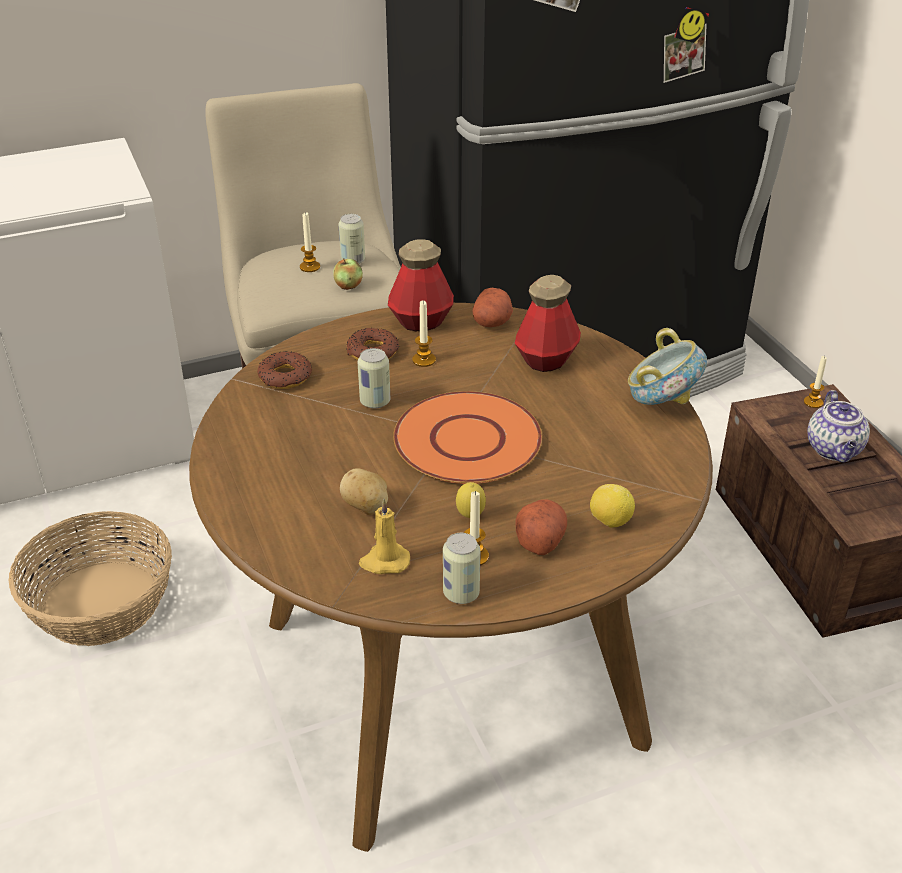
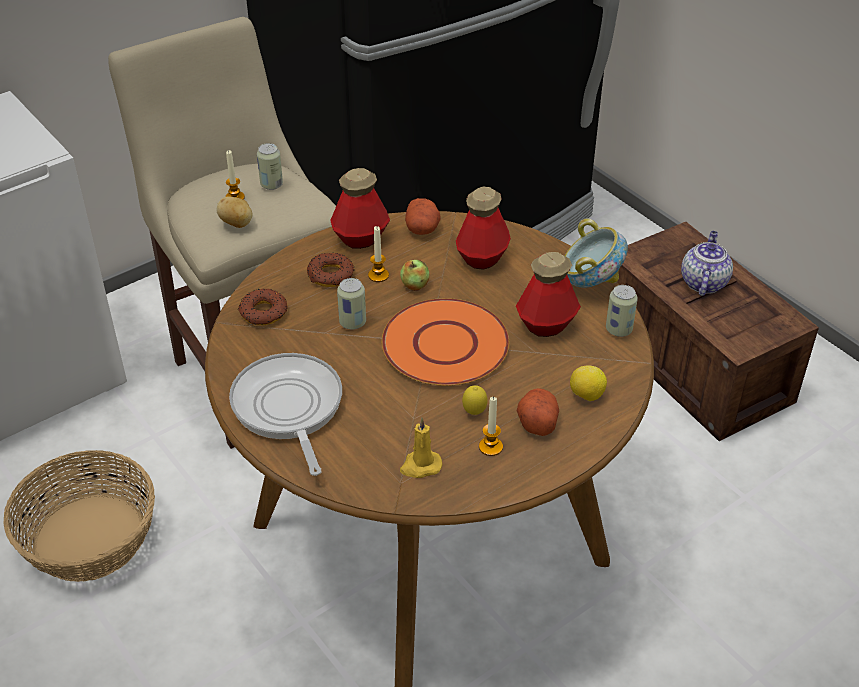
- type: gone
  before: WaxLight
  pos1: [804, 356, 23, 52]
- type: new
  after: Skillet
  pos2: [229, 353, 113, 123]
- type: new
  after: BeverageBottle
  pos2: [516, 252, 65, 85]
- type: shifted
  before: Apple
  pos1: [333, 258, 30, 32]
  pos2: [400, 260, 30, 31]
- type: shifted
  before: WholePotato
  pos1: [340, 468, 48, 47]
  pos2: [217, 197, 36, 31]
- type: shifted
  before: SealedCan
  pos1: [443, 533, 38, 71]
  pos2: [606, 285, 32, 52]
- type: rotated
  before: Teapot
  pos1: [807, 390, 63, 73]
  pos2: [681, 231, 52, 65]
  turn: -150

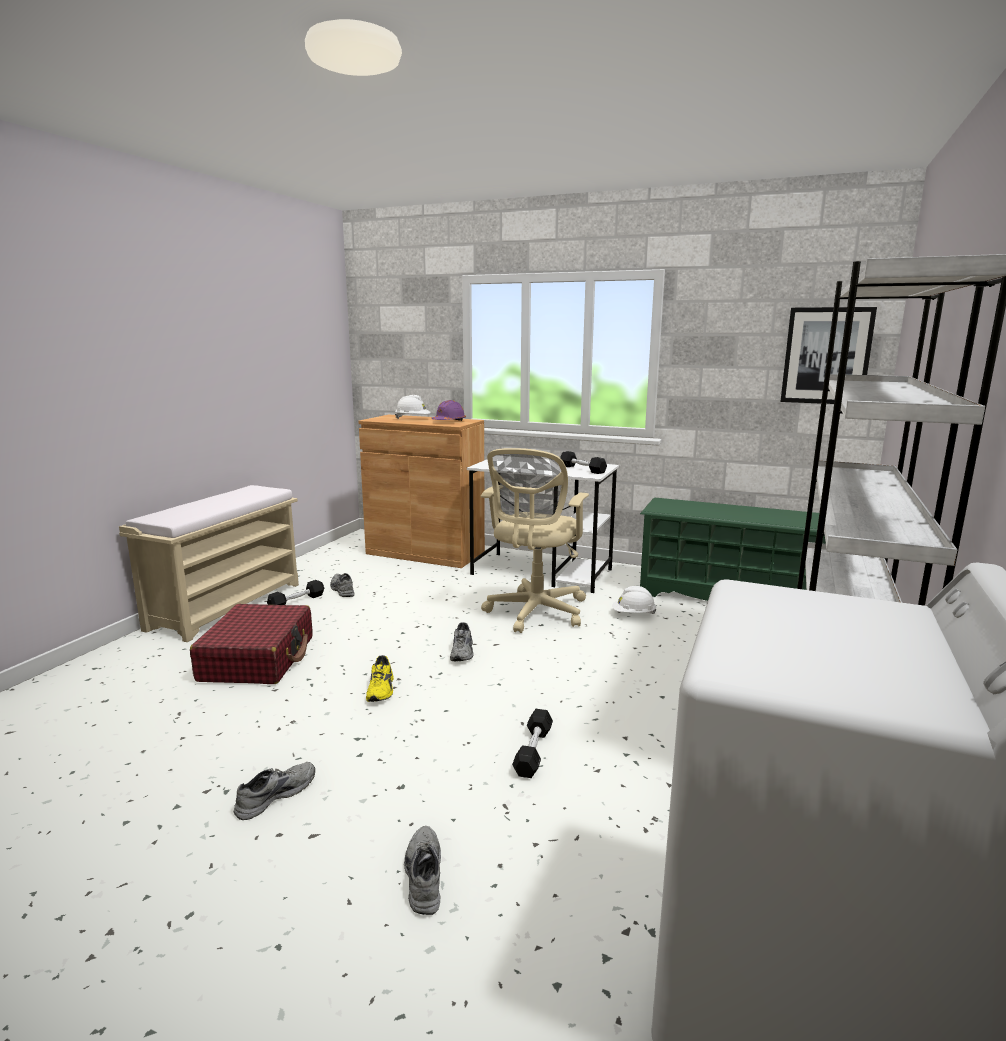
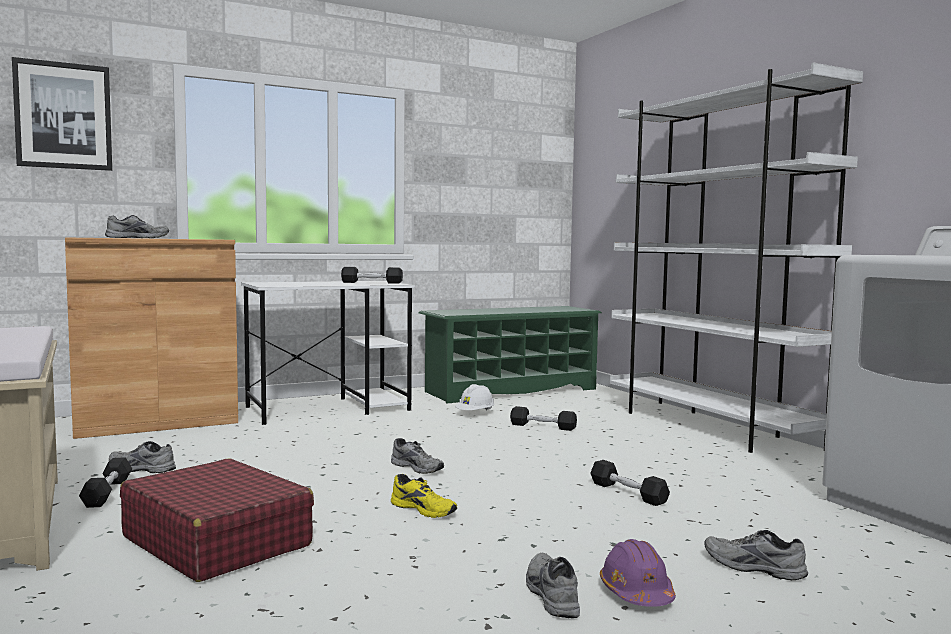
- type: gone
  before: BeigeComputerChair
  pos1: [481, 448, 108, 185]
- type: new
  after: BlackDumbbell
  pos2: [510, 406, 67, 25]
- type: shifted
  before: PurplishWorkHelmet
  pos1: [431, 400, 35, 21]
  pos2: [600, 539, 76, 68]
- type: shifted
  before: Picture
  pos1: [780, 307, 97, 97]
  pos2: [12, 57, 100, 114]
- type: swapped
  before: WhiteWorkHelmet
  after: GreyItemOfFootwear
  pos1: [395, 395, 36, 24]
  pos2: [105, 215, 64, 23]

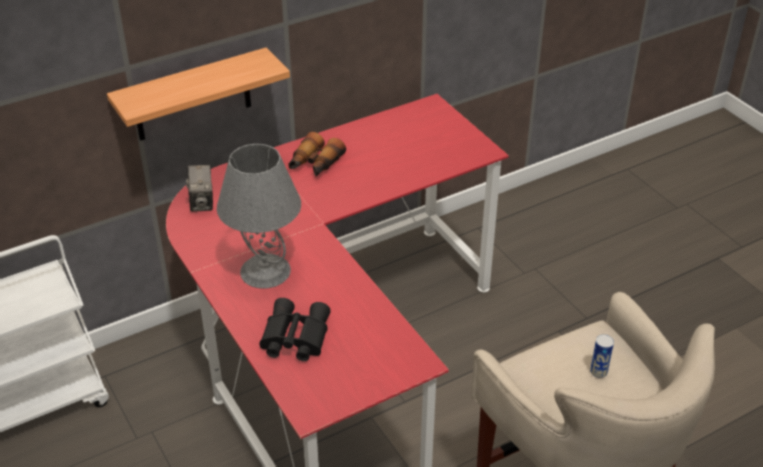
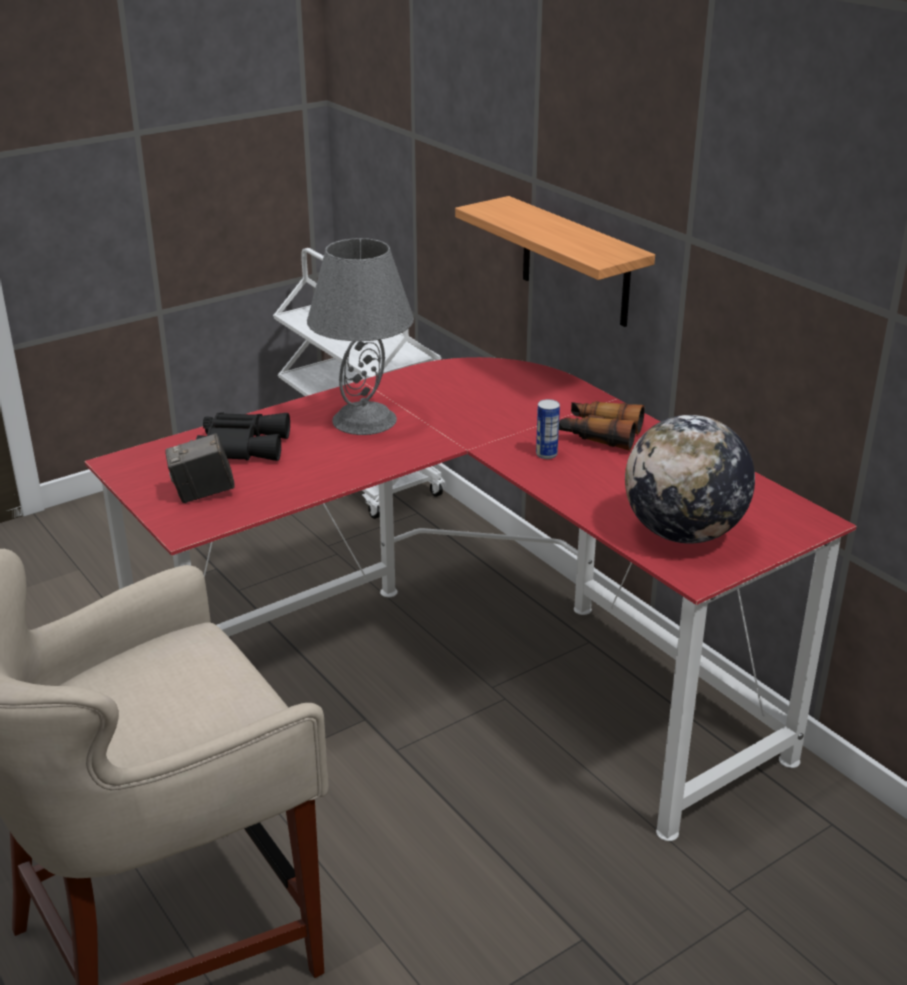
- type: new
  after: DeskGlobe
  pos2: [625, 415, 130, 129]
- type: shifted
  before: StillCamera
  pos1: [186, 165, 27, 47]
  pos2: [166, 433, 68, 70]
- type: shifted
  before: SealedCan
  pos1: [590, 334, 24, 44]
  pos2: [536, 399, 24, 60]

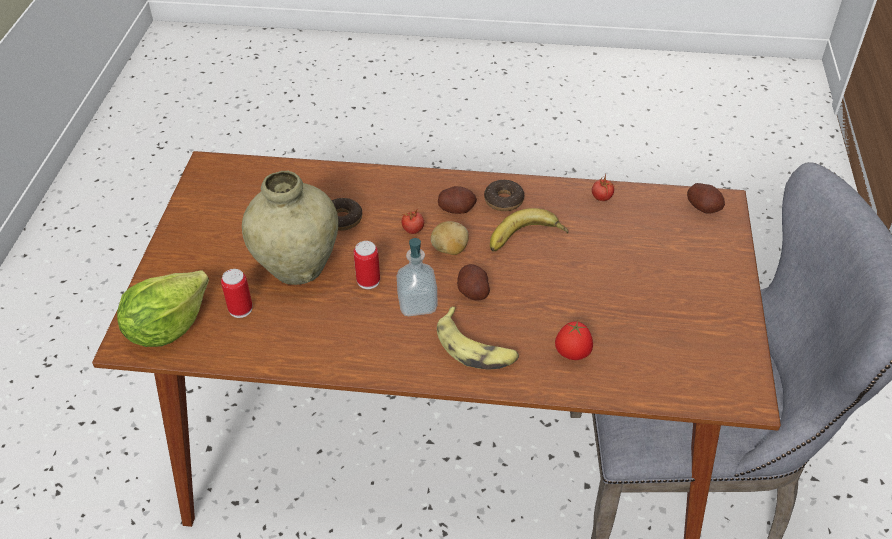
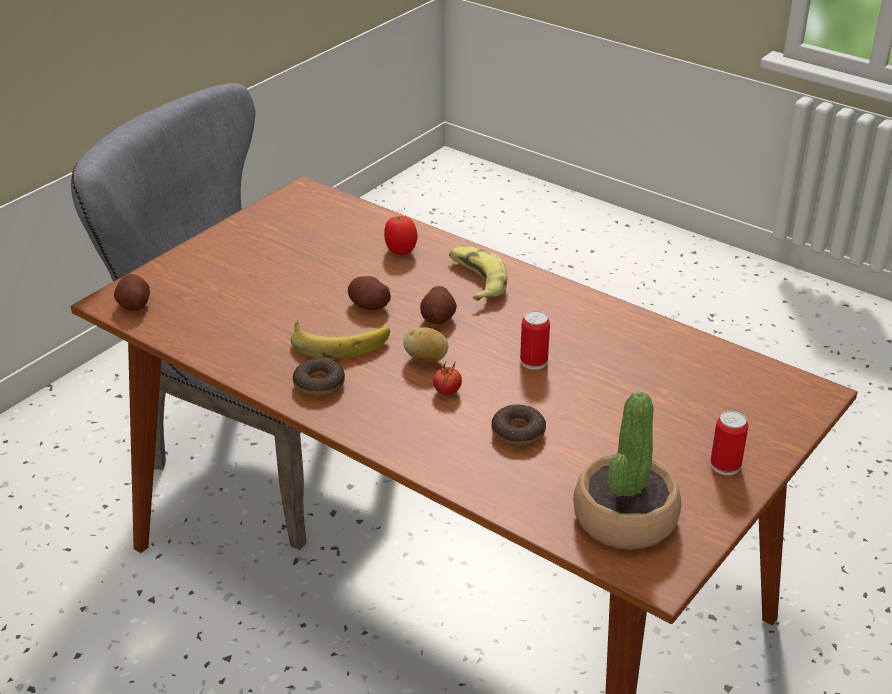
- type: gone
  before: HeadOfLettuce
  pos1: [117, 270, 92, 77]
- type: gone
  before: BeigeVase
  pos1: [242, 171, 96, 114]
- type: gone
  before: SoapBottle
  pos1: [397, 238, 41, 78]
- type: gone
  before: Tomato
  pos1: [592, 175, 23, 26]
- type: new
  after: PottedPlant
  pos2: [573, 392, 108, 158]
- type: shifted
  before: SealedCan
  pos1: [221, 269, 31, 49]
  pos2: [711, 411, 37, 64]
- type: shifted
  before: WholePotato
  pos1: [438, 186, 39, 28]
  pos2: [348, 276, 43, 34]

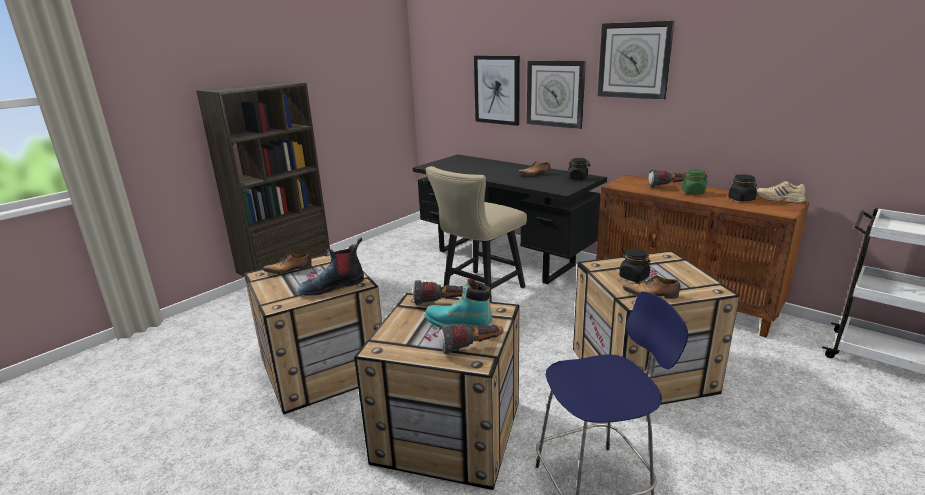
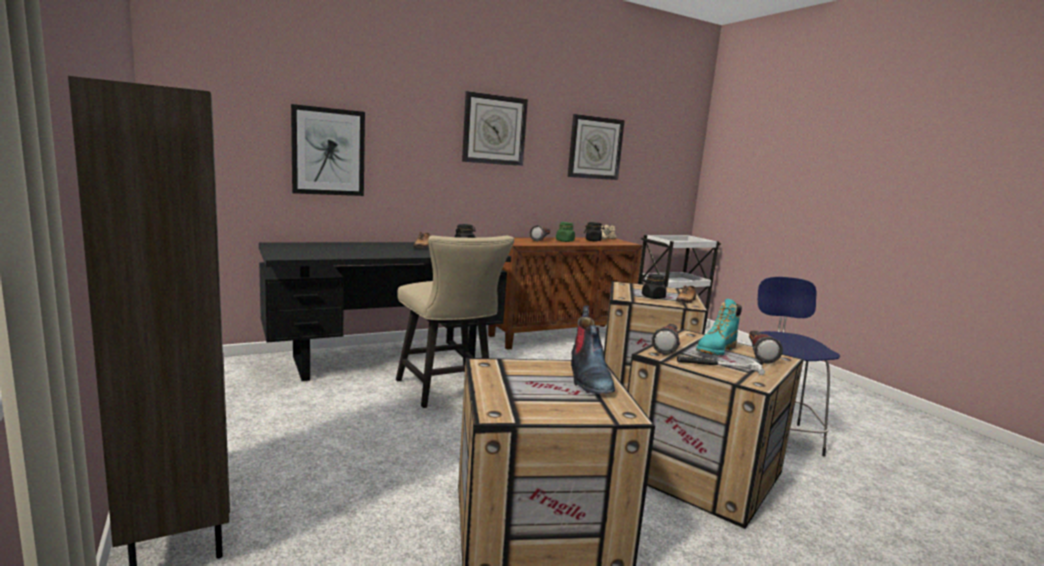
- type: gone
  before: ItemOfFootwear
  pos1: [263, 253, 49, 21]
- type: new
  after: Hammer
  pos2: [677, 356, 88, 19]
- type: shifted
  before: HangingClock
  pos1: [527, 60, 59, 69]
  pos2: [568, 114, 57, 66]

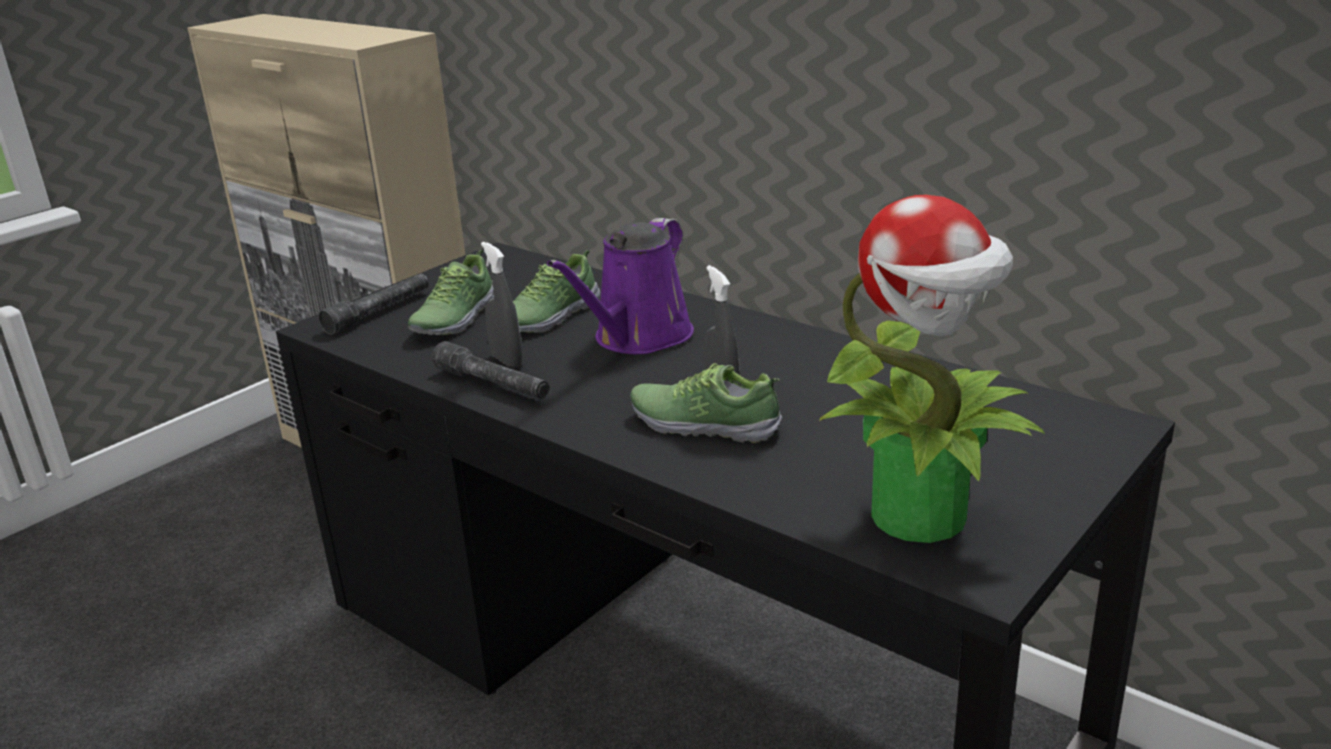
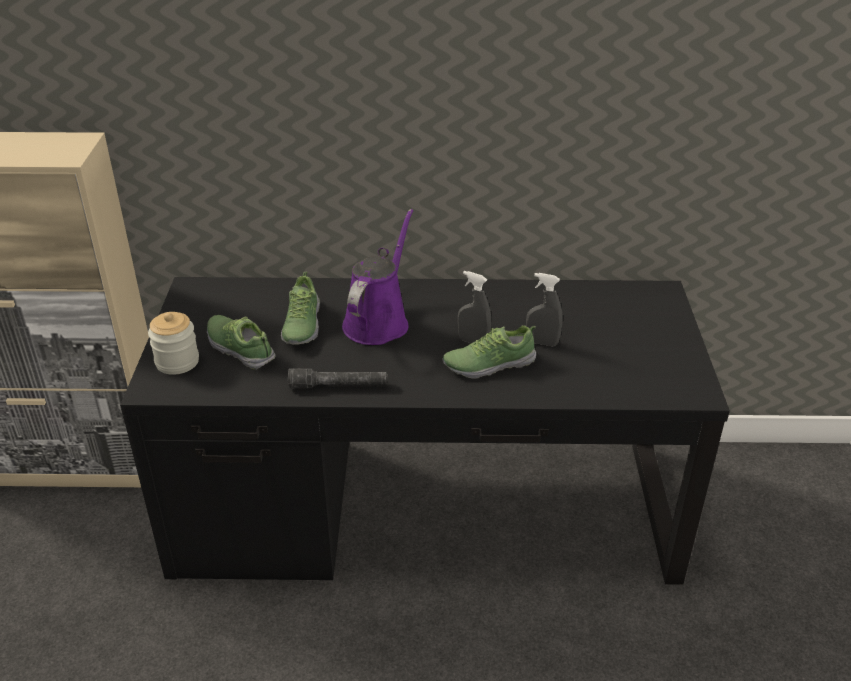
- type: gone
  before: PottedPlant
  pos1: [819, 195, 226, 348]
- type: shifted
  before: GreySprayBottle
  pos1: [481, 242, 41, 126]
  pos2: [526, 273, 37, 73]
- type: swapped
  before: GreyFlashlight
  after: Jar
  pos1: [318, 274, 111, 61]
  pos2: [148, 312, 51, 63]
- type: rotated
  before: ItemOfFootwear
  pos1: [408, 250, 86, 85]
  pos2: [207, 315, 69, 55]
  turn: 150
- type: rotated
  before: PurplishSprinklingCan
  pos1: [547, 218, 147, 136]
  pos2: [342, 209, 71, 136]
  turn: -150

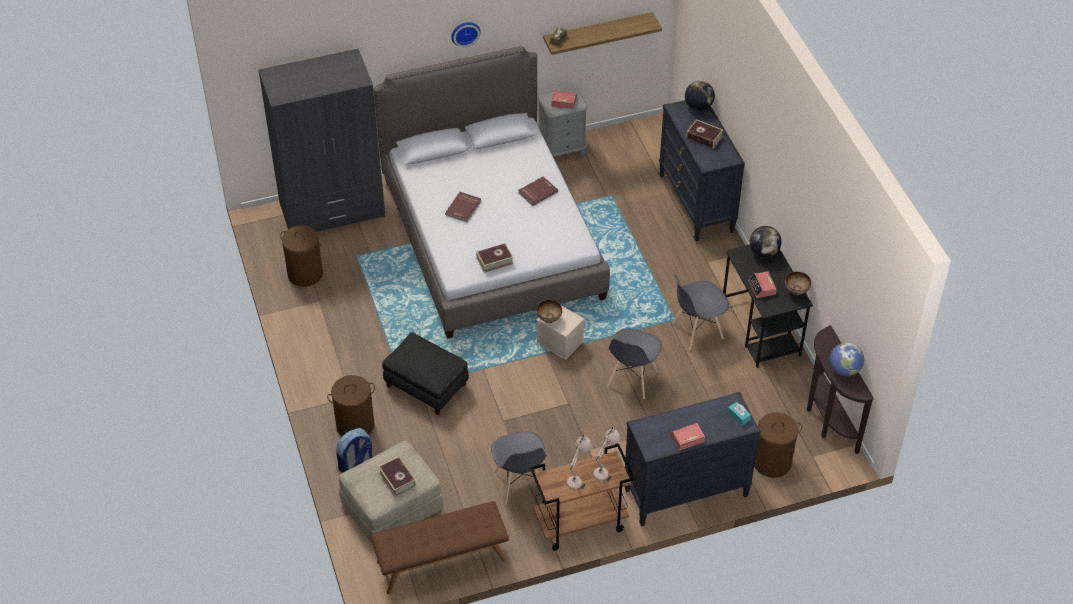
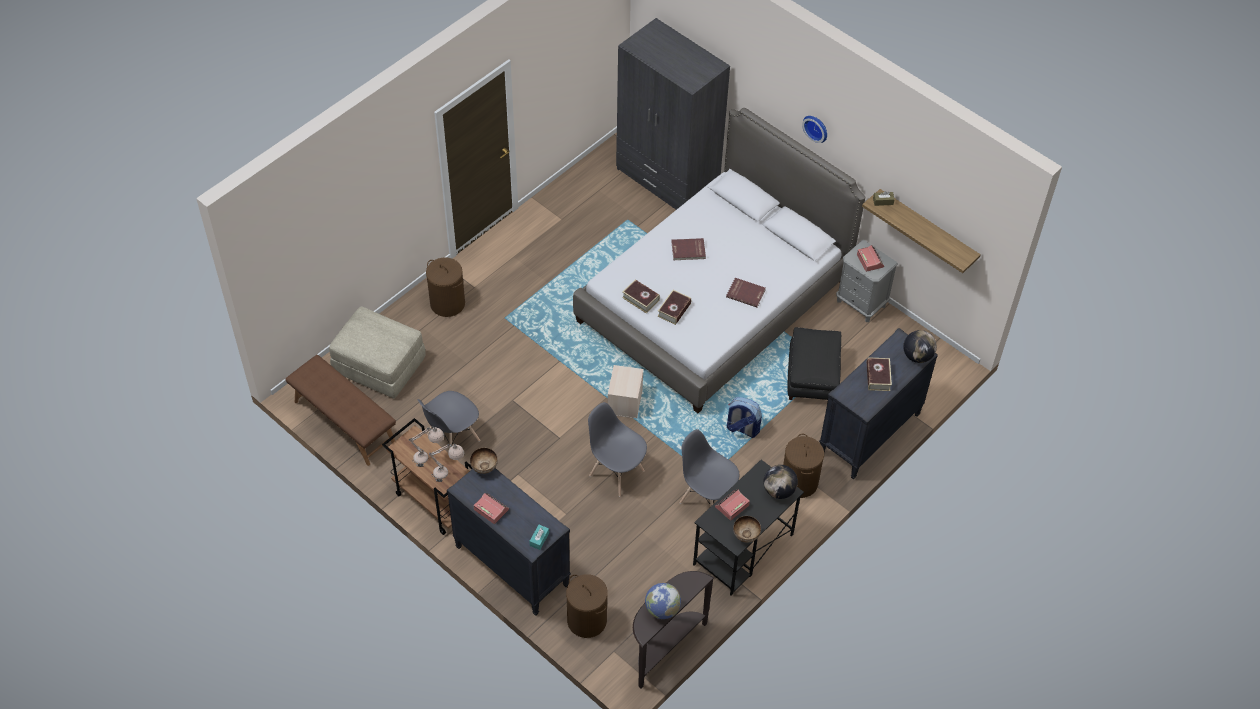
- type: shifted
  before: BrownLaundryBasket
  pos1: [280, 225, 43, 62]
  pos2: [783, 434, 41, 64]
- type: shifted
  before: Knapsack
  pos1: [336, 428, 36, 45]
  pos2: [727, 397, 35, 41]
- type: shifted
  before: Volume
  pos1: [378, 457, 38, 40]
  pos2: [657, 290, 34, 35]
- type: shifted
  before: BlackPouffe
  pos1: [382, 332, 87, 83]
  pos2: [787, 327, 54, 73]
- type: shifted
  before: DeepDish
  pos1: [537, 300, 25, 23]
  pos2: [470, 448, 28, 26]
- type: rotated
  before: GreyChair
  pos1: [607, 328, 55, 71]
  pos2: [588, 402, 59, 95]
  turn: 45

